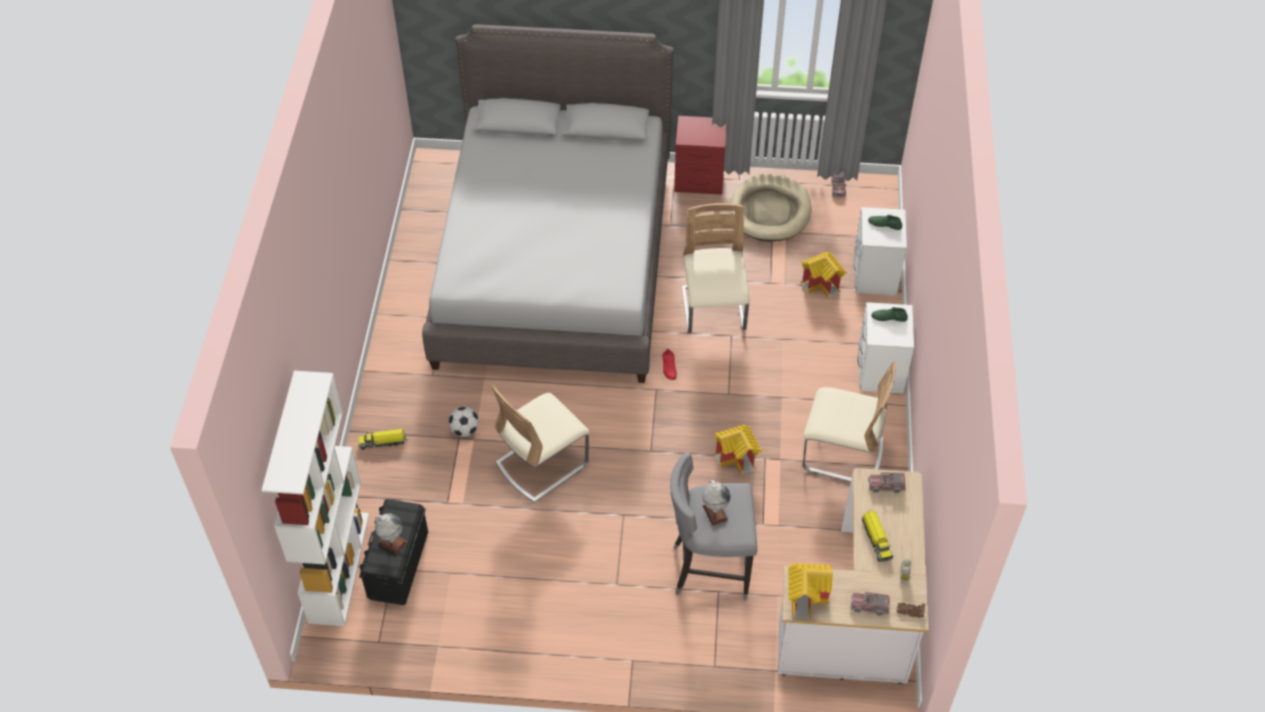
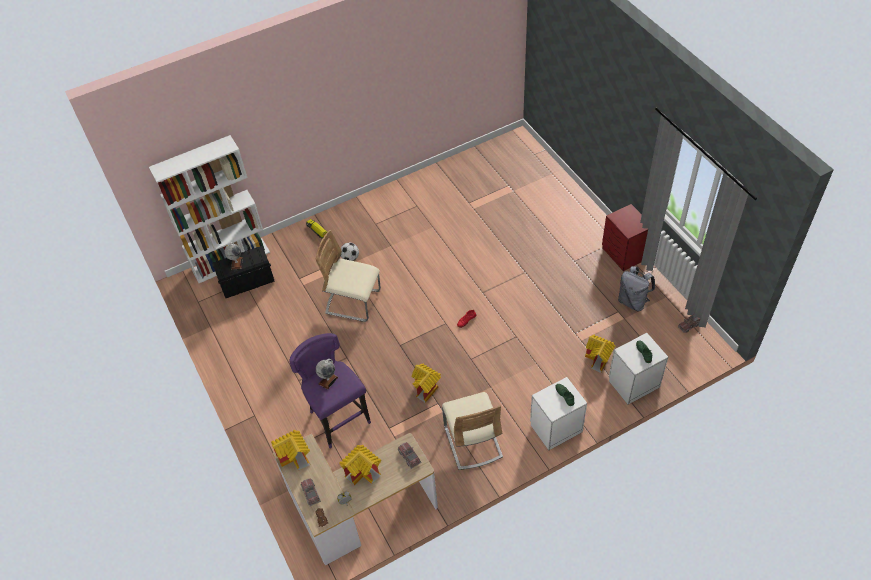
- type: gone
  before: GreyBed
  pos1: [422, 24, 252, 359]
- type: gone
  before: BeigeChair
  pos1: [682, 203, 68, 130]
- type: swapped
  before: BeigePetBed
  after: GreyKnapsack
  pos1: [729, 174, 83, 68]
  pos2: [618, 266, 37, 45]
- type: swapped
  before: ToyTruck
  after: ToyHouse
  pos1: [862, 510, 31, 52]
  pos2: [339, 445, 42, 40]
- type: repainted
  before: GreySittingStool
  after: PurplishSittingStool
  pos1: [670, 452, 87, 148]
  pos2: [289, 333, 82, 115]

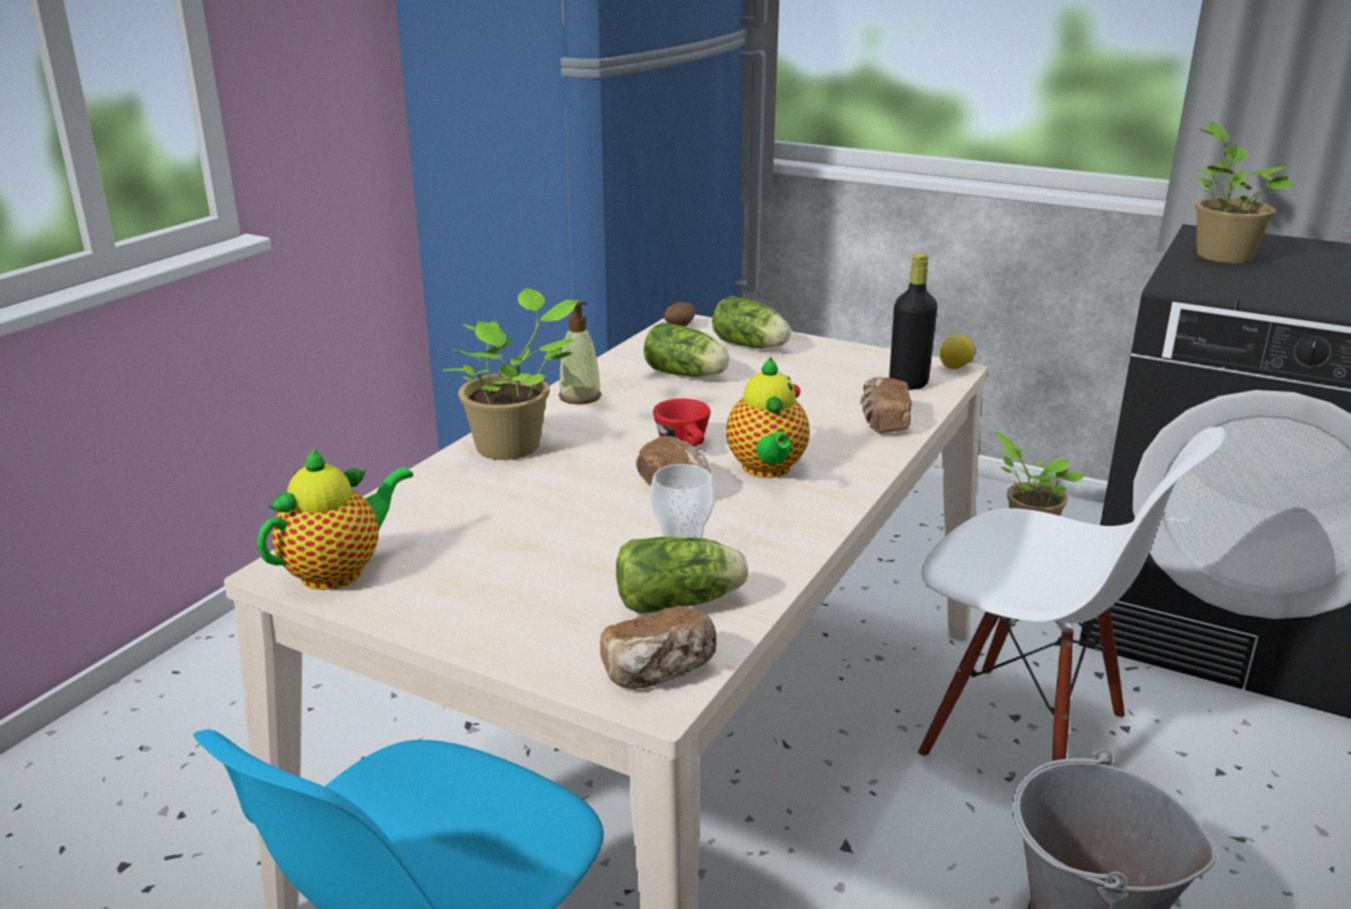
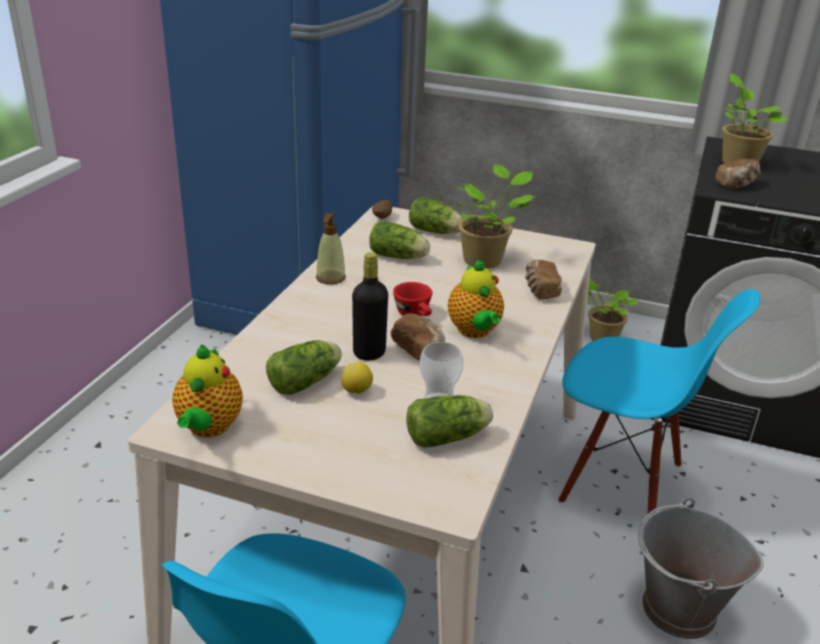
- type: new
  after: HeadOfLettuce
  pos2: [266, 340, 76, 55]
- type: shifted
  before: PottedPlant
  pos1: [443, 288, 135, 172]
  pos2: [455, 164, 81, 105]
- type: shifted
  before: Bread
  pos1: [600, 606, 117, 83]
  pos2: [715, 159, 46, 30]
- type: shifted
  before: BlackBeverageBottle
  pos1: [889, 253, 48, 137]
  pos2: [352, 252, 36, 109]
- type: shifted
  before: WholeLemon
  pos1: [939, 335, 36, 34]
  pos2: [341, 362, 32, 32]
- type: repainted
  before: WhiteChair
  after: BluishChair
  pos1: [918, 427, 307, 339]
  pos2: [558, 289, 202, 227]
- type: rotated
  before: Teapot
  pos1: [257, 447, 157, 143]
  pos2: [172, 345, 71, 93]
  turn: 150

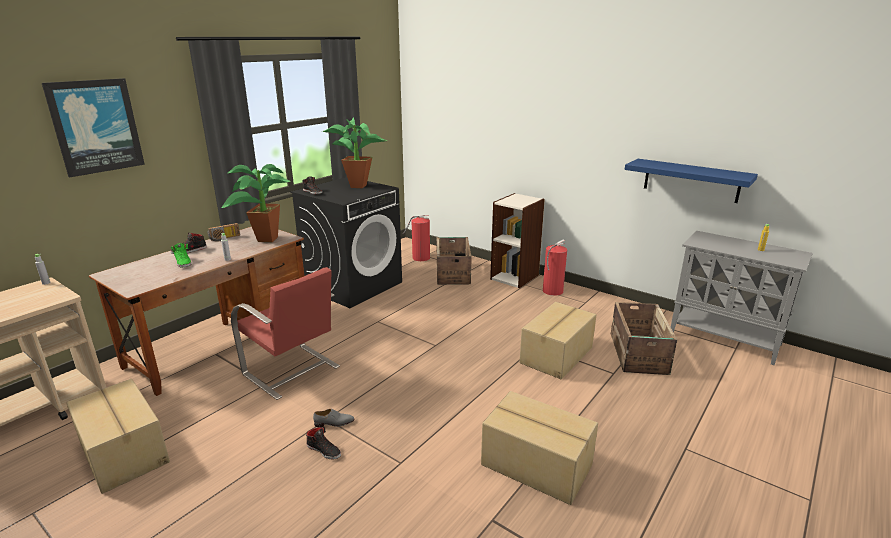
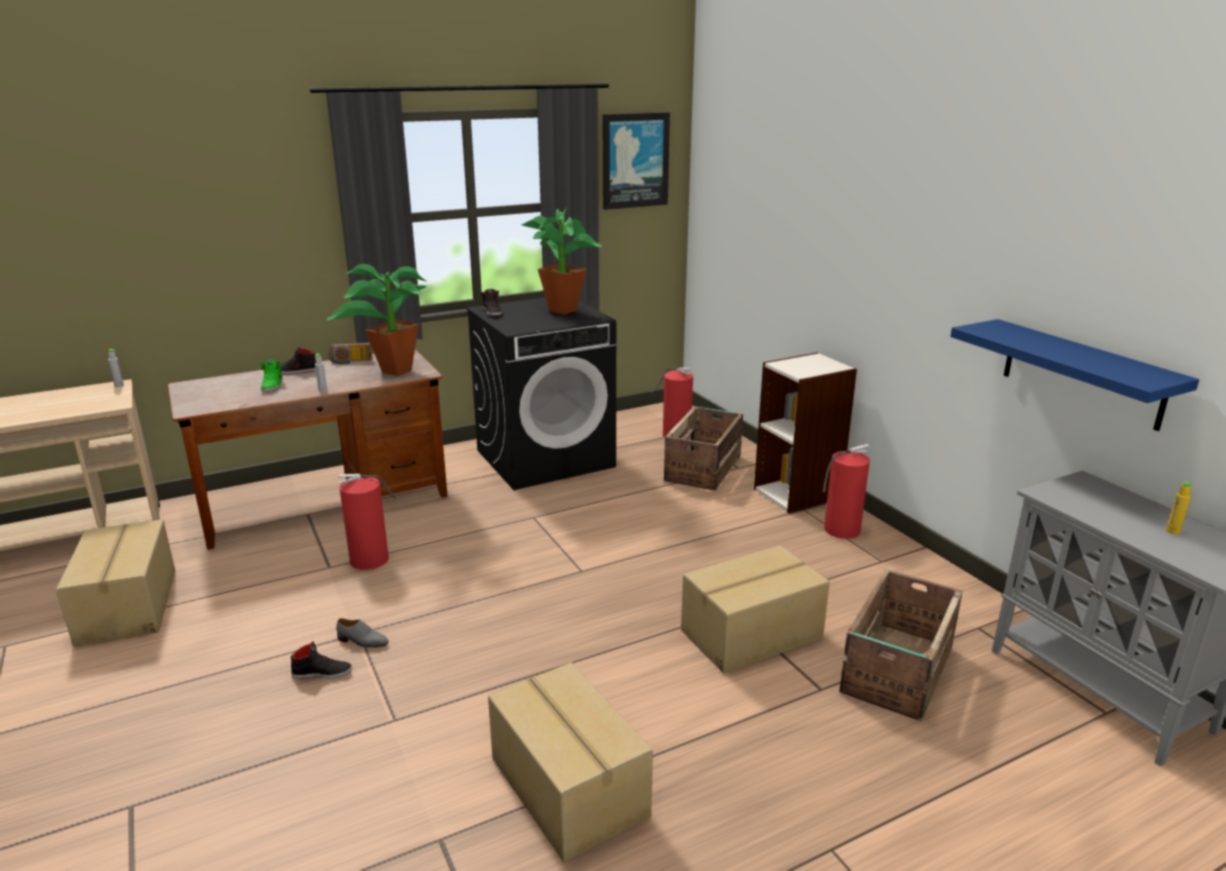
- type: shifted
  before: Picture
  pos1: [42, 78, 103, 100]
  pos2: [603, 112, 67, 98]
- type: swapped
  before: RedColouredChair
  after: FireExtinguisher
  pos1: [231, 267, 109, 133]
  pos2: [338, 474, 58, 96]
- type: rotated
  before: BlackItemOfFootwear
  pos1: [306, 427, 35, 33]
  pos2: [291, 642, 61, 37]
  turn: -60

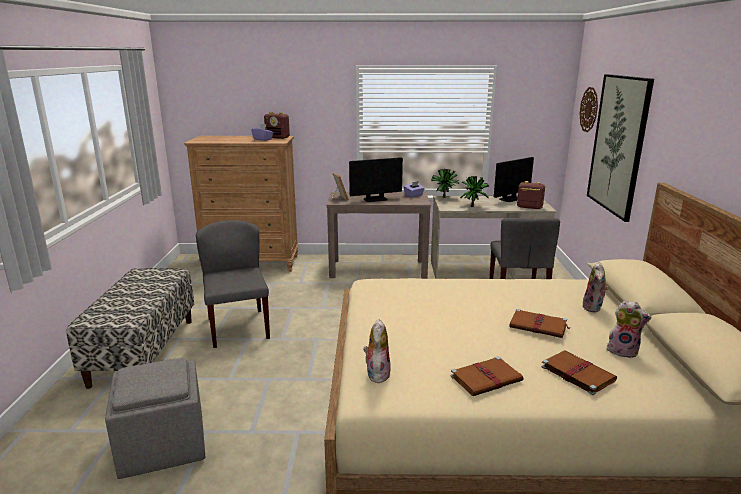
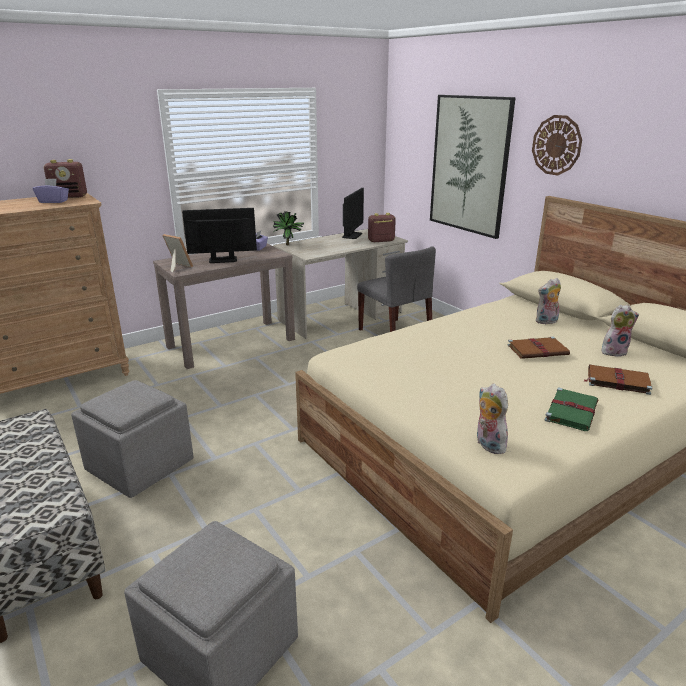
- type: gone
  before: PottedPlant
  pos1: [460, 176, 30, 31]
- type: shifted
  before: HangingClock
  pos1: [580, 87, 18, 45]
  pos2: [532, 115, 50, 60]
- type: swapped
  before: GreyChair
  after: GreyPouffe
  pos1: [196, 220, 74, 128]
  pos2: [71, 380, 123, 118]
- type: repainted
  before: BrownVolume
  after: GreenishVolume
  pos1: [451, 356, 72, 40]
  pos2: [544, 388, 54, 43]
- type: rotated
  before: ComputerScreen
  pos1: [349, 157, 54, 45]
  pos2: [182, 208, 75, 55]
  turn: -135
- type: rotated
  before: PlushToy
  pos1: [583, 262, 26, 51]
  pos2: [536, 278, 25, 47]
  turn: 90

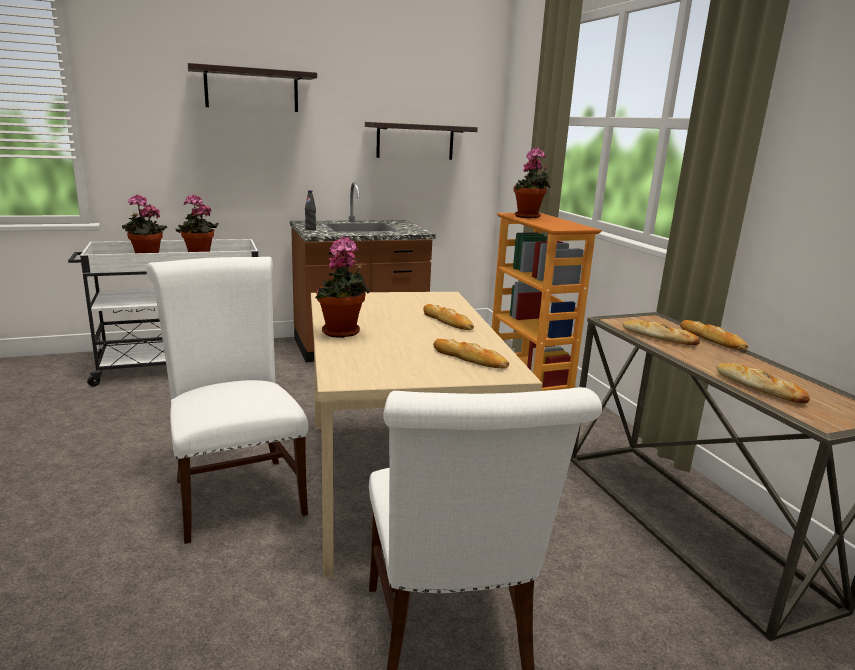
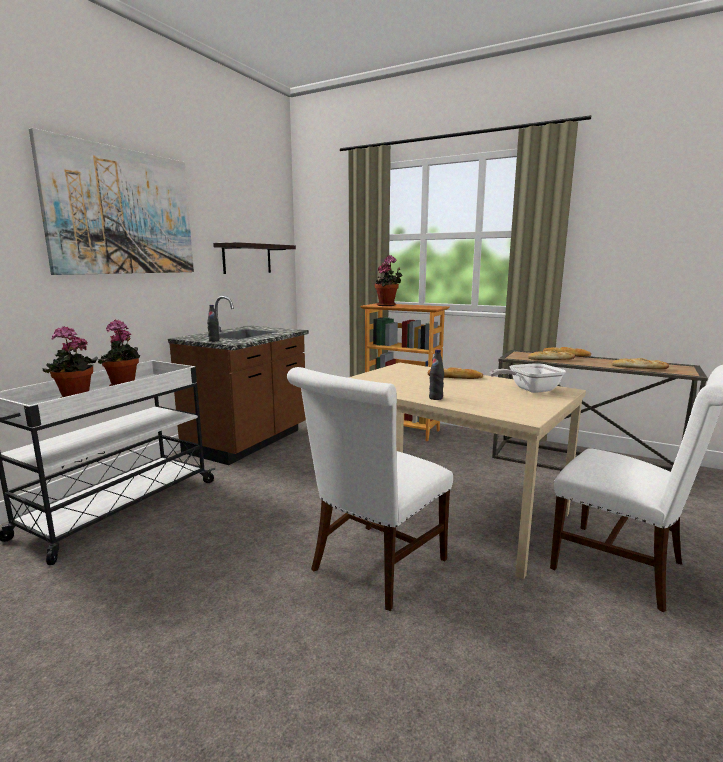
- type: swapped
  before: WallShelf
  after: Picture
  pos1: [188, 63, 129, 49]
  pos2: [29, 128, 165, 147]
- type: swapped
  before: PottedPlant
  after: BlackBeverageBottle
  pos1: [315, 236, 55, 102]
  pos2: [429, 349, 15, 51]
- type: swapped
  before: Bread
  after: Skillet
  pos1: [433, 339, 76, 29]
  pos2: [490, 363, 76, 30]
- type: rotated
  before: WhiteChair
  pos1: [146, 257, 162, 287]
  pos2: [287, 367, 166, 244]
  turn: -75

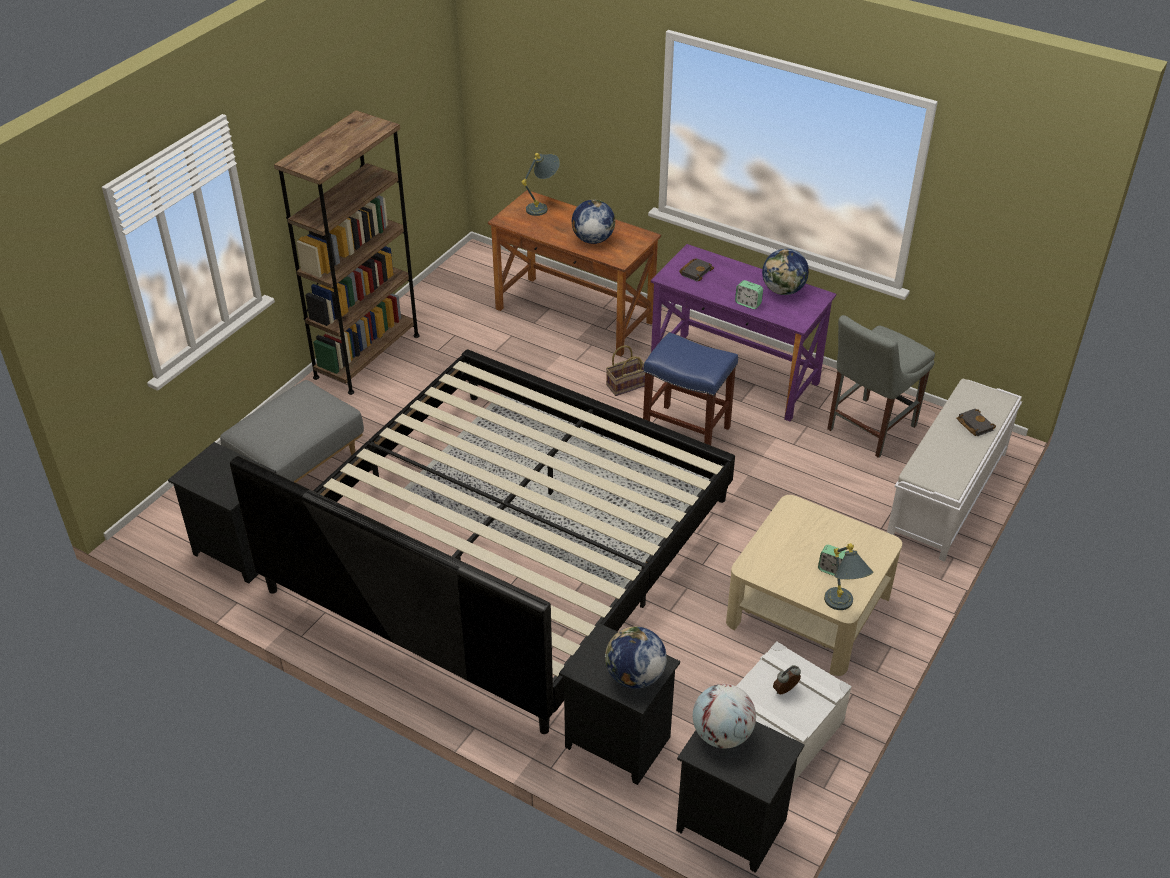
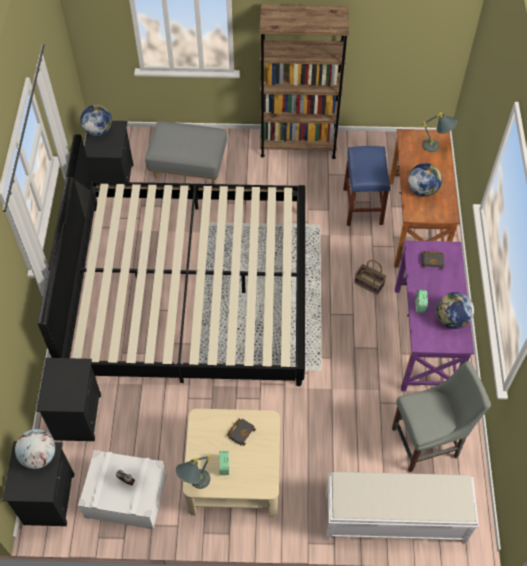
- type: shifted
  before: DeskGlobe
  pos1: [605, 626, 62, 63]
  pos2: [80, 105, 32, 31]
- type: shifted
  before: BluishSittingStool
  pos1: [643, 332, 95, 113]
  pos2: [343, 146, 47, 80]
- type: shifted
  before: BlackVolume
  pos1: [956, 409, 40, 27]
  pos2: [227, 418, 29, 28]
- type: rotated
  before: GreyChair
  pos1: [827, 315, 108, 143]
  pos2: [392, 361, 99, 111]
  turn: 150

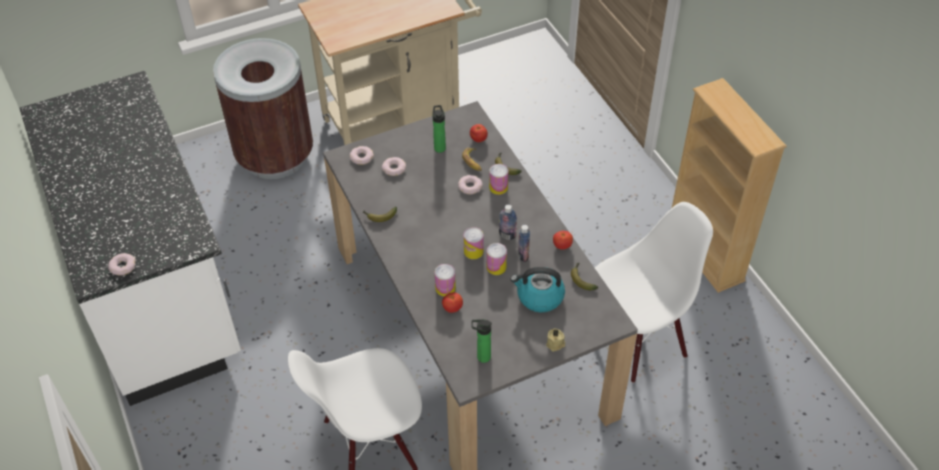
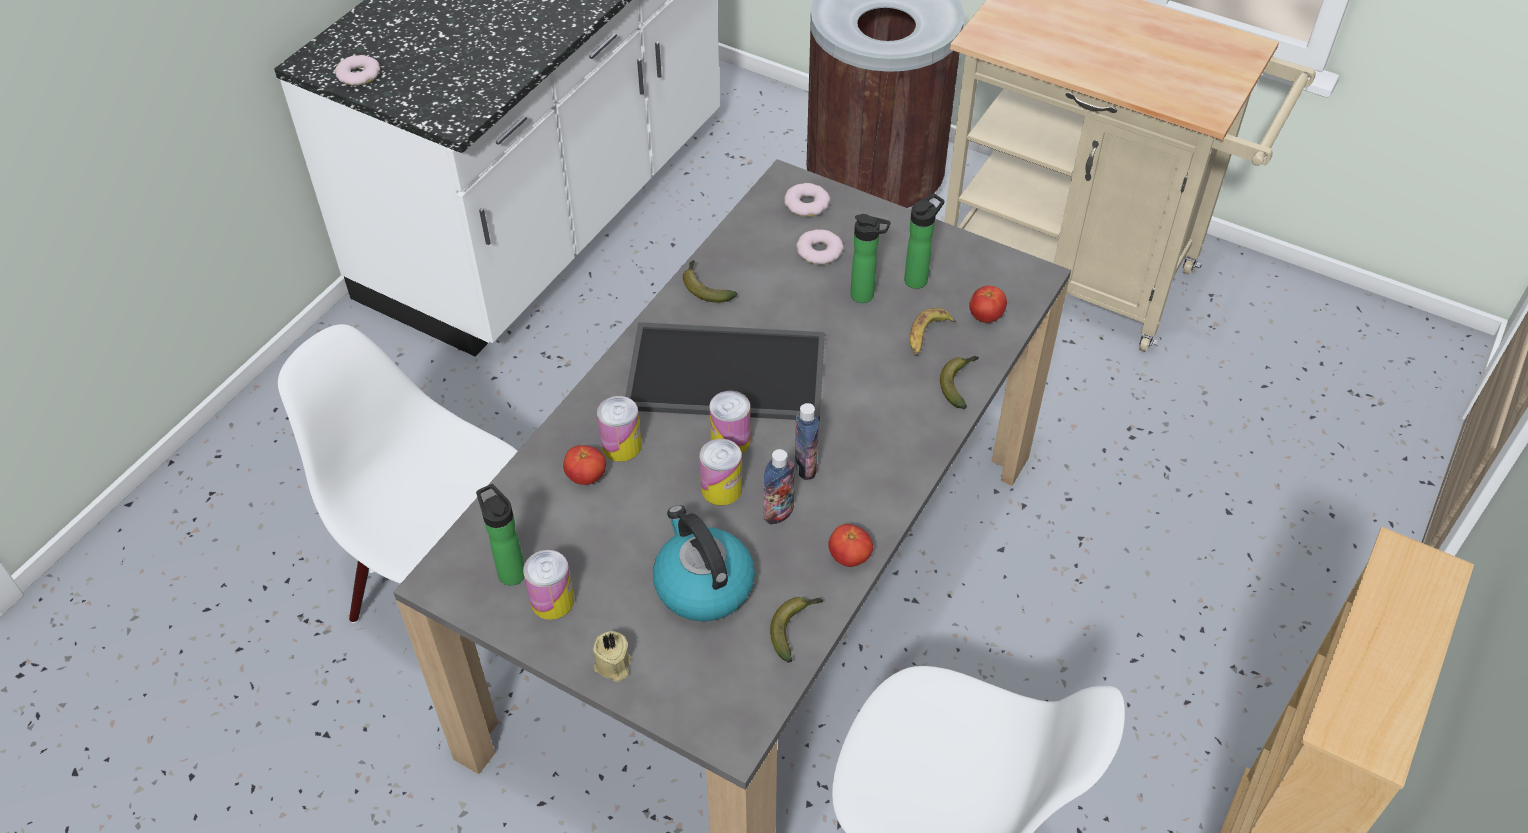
- type: gone
  before: Doughnut
  pos1: [458, 175, 25, 19]
- type: new
  after: Tray
  pos2: [625, 322, 200, 99]
- type: new
  after: BeverageBottle
  pos2: [850, 214, 41, 89]
- type: shifted
  before: SealedCan
  pos1: [489, 164, 19, 31]
  pos2: [523, 550, 51, 70]

